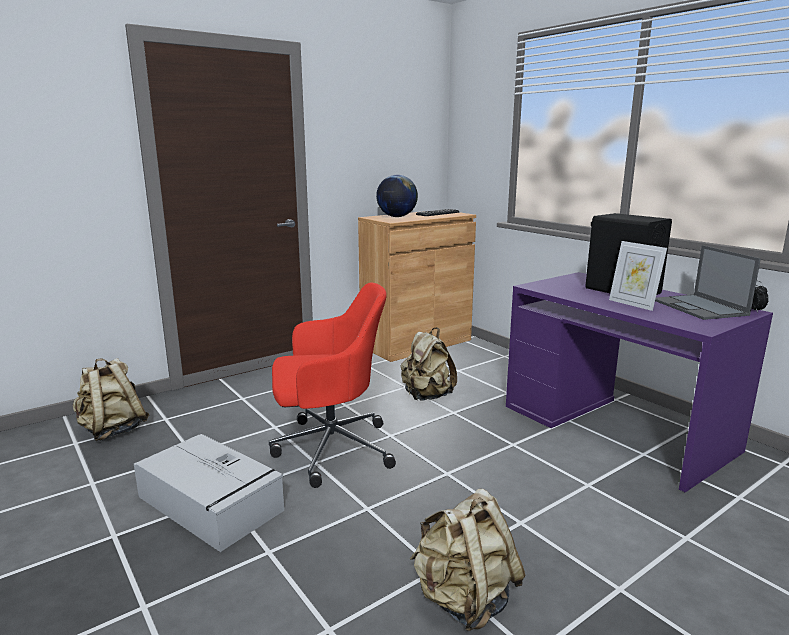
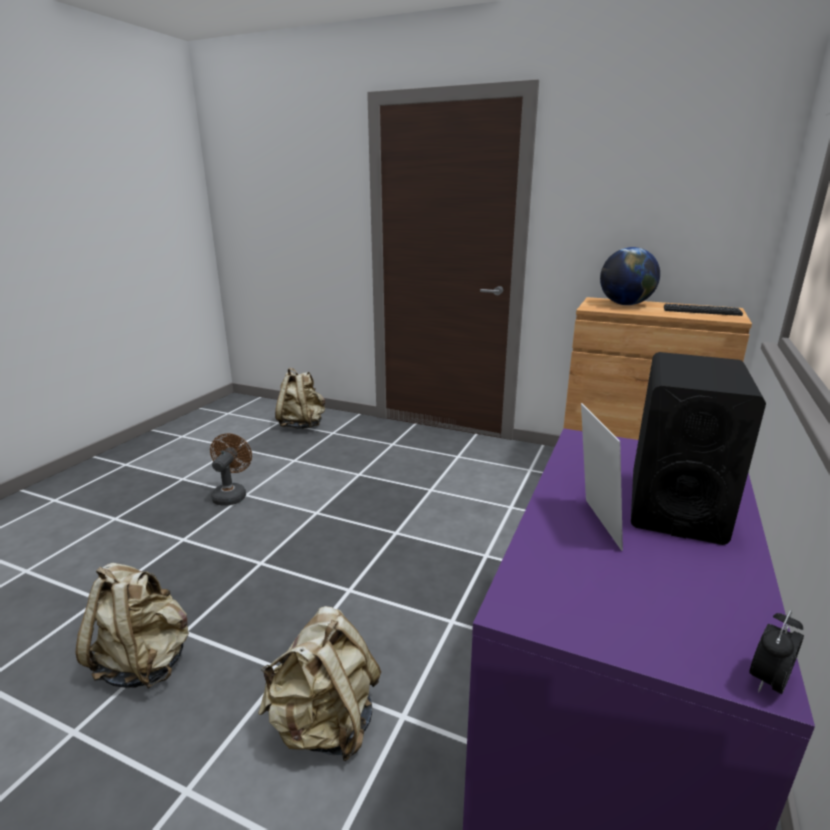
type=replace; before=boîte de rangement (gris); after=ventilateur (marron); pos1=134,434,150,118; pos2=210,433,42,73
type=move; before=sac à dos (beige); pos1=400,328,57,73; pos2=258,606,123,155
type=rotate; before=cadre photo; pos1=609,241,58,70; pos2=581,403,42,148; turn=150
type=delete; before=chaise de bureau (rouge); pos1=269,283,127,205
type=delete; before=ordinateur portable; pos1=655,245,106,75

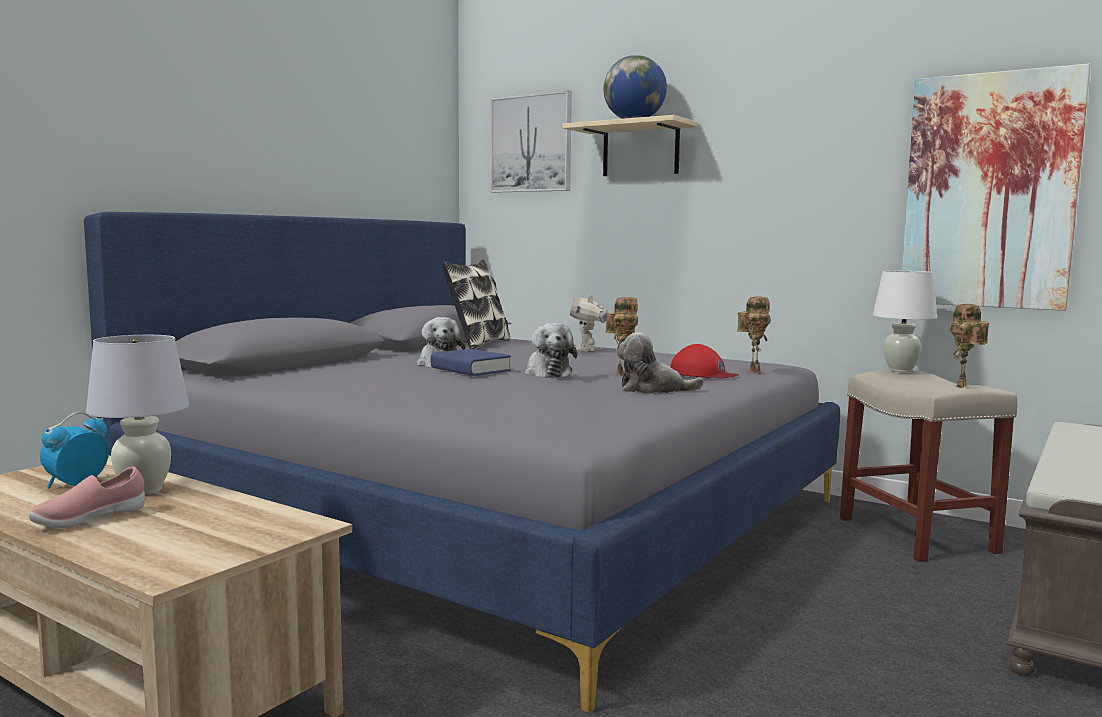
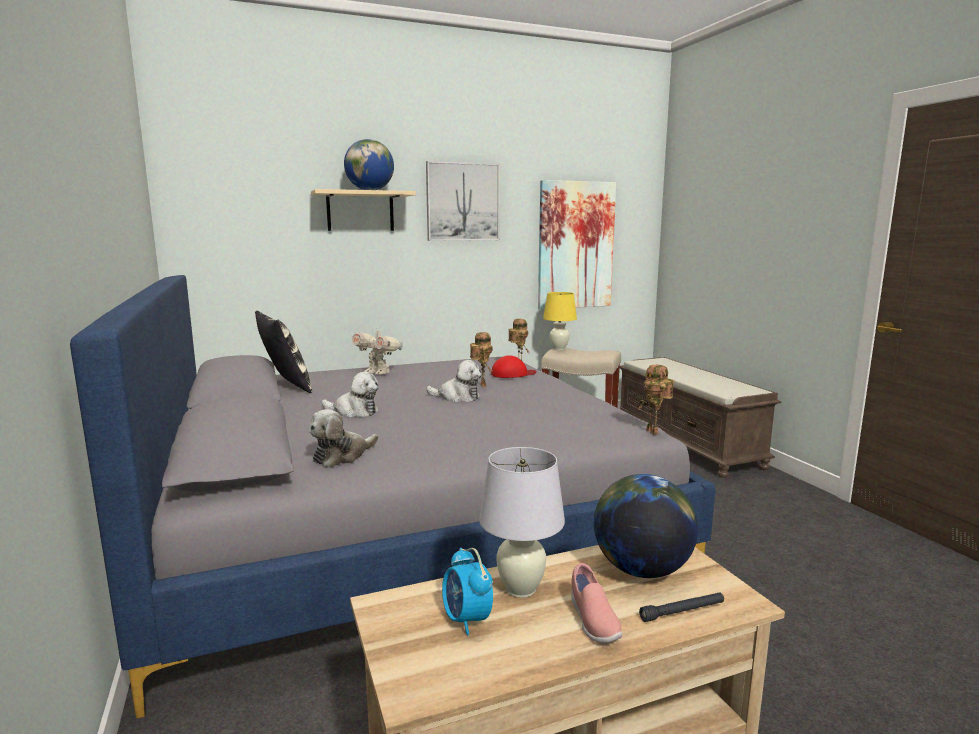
type=move; before=peluche; pos1=616,332,88,62; pos2=309,409,69,58
type=move; before=tableau; pos1=490,90,82,103; pos2=426,161,74,80
type=recolor; before=lampe de table (blanc); after=lampe de table (jaune); pos1=873,271,64,101; pos2=543,292,34,58
type=insert; after=globe; pos2=594,474,104,104
type=move; before=robot jouet; pos1=950,304,40,84; pos2=638,365,36,70
type=insert; after=lampe de poche (noir); pos2=639,592,85,30
type=delete; before=livre (bleu); pos1=431,349,80,27

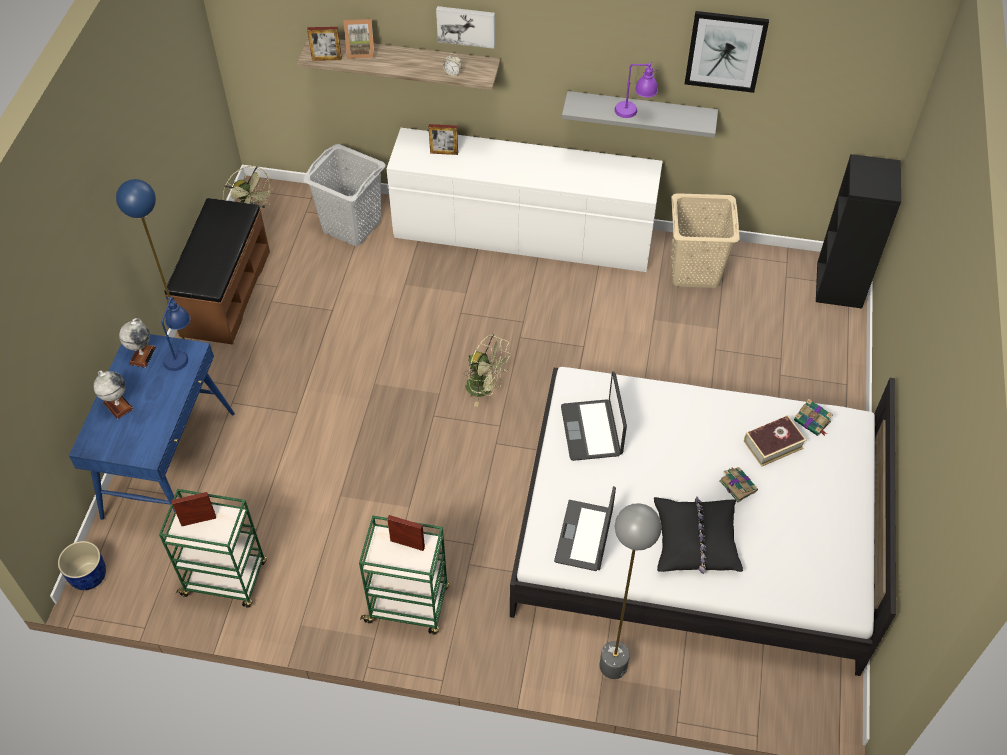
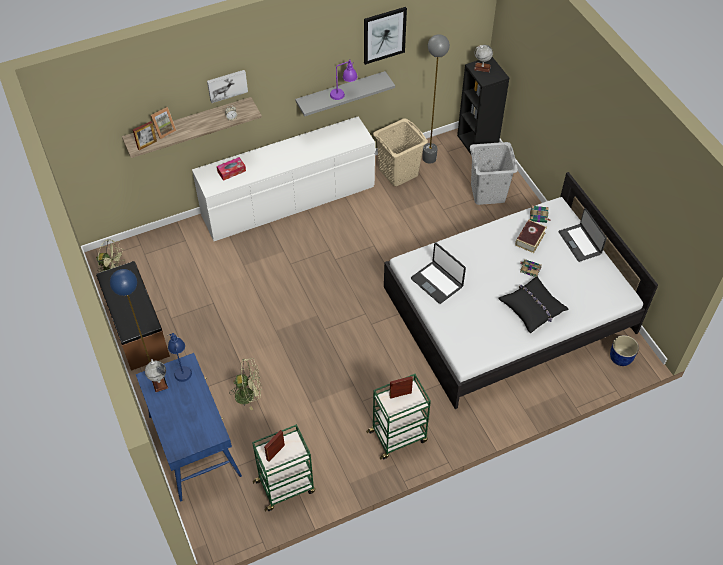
type=replace; before=cadre photo; after=boîte à mouchoirs; pos1=429,124,29,31; pos2=217,157,29,24
type=move; before=ventilateur (vert); pos1=464,334,46,73; pos2=229,358,32,52
type=move; before=lampadaire (gris); pos1=599,503,63,176; pos2=422,34,28,130
type=move; before=panier à linge (gris); pos1=303,144,83,102; pos2=470,142,48,63
type=move; before=globe; pos1=94,370,40,49; pos2=474,45,19,27
type=move; before=ordinateur portable; pos1=554,486,62,85; pos2=558,208,49,54
type=move; before=cache-pot (bleu); pos1=58,541,48,49; pos2=610,335,29,31

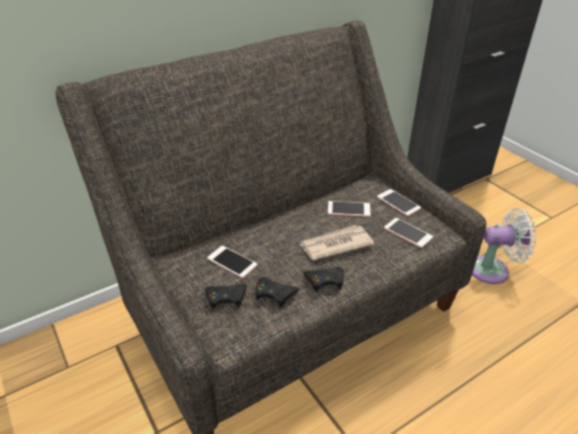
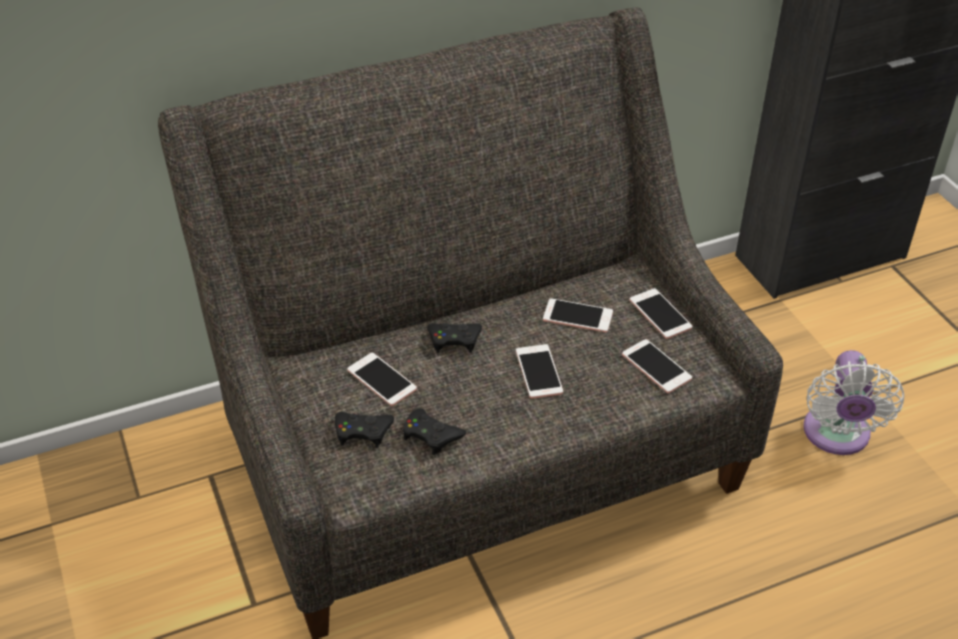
type=move; before=manette (noir); pos1=303,267,41,25; pos2=427,323,55,30
type=replace; before=journal; after=téléphone; pos1=299,225,75,36; pos2=516,344,47,54
type=rotate; before=ventilateur (blanc); pos1=472,208,65,76; pos2=803,350,101,105; turn=90

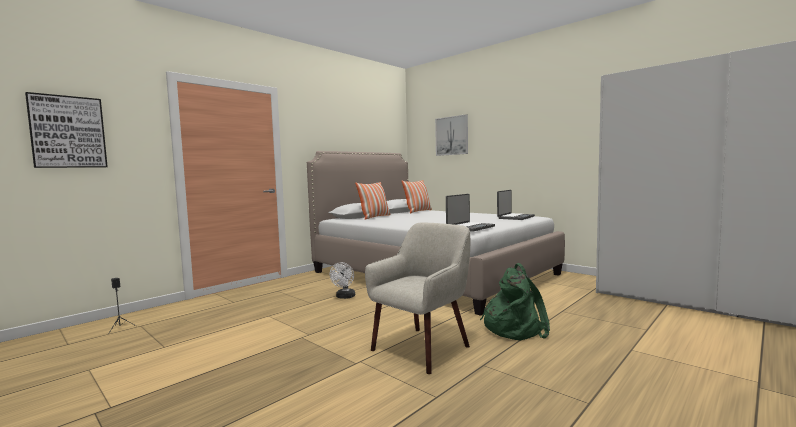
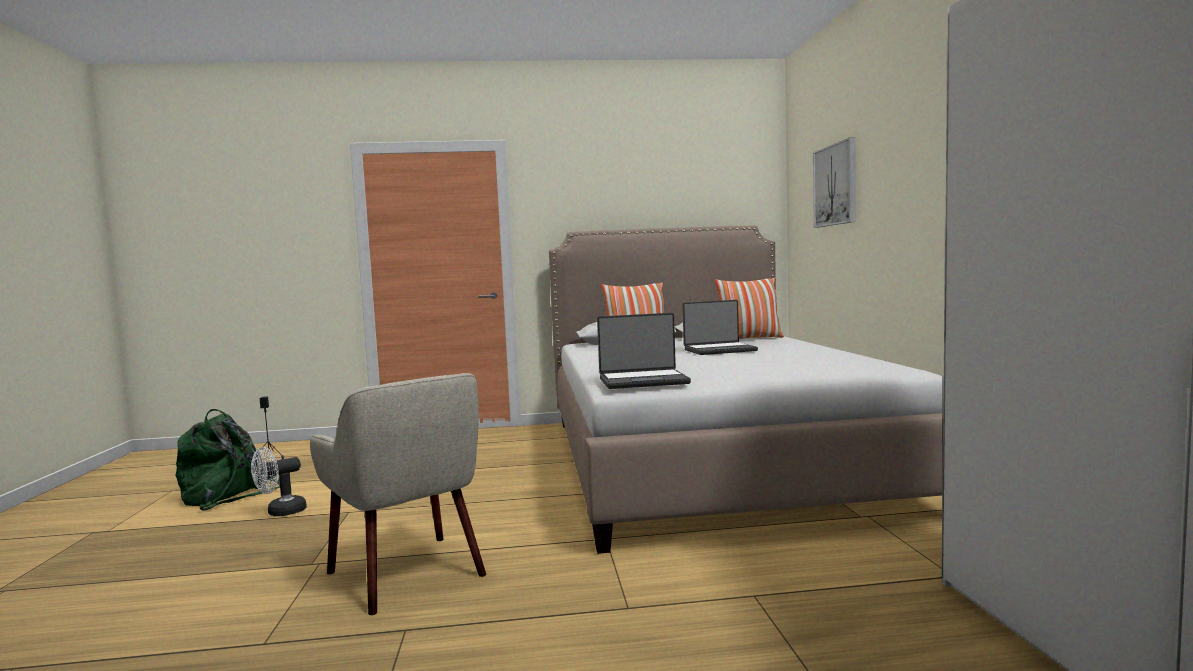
type=move; before=sac à dos (vert); pos1=480,263,70,77; pos2=176,409,104,101
type=move; before=ventilateur (blanc); pos1=330,262,25,37; pos2=251,447,56,69
type=rotate; before=fauteuil (beige); pos1=365,222,105,152; pos2=310,373,176,242; turn=60
type=move; before=ordinateur portable; pos1=497,190,38,30; pos2=682,300,76,55
type=delete; before=tableau; pos1=25,92,83,76

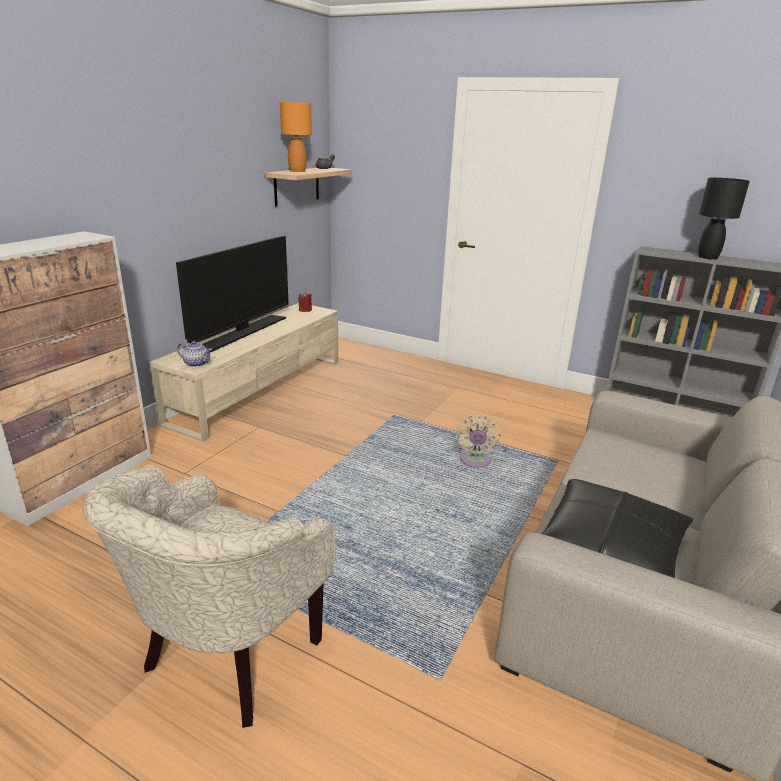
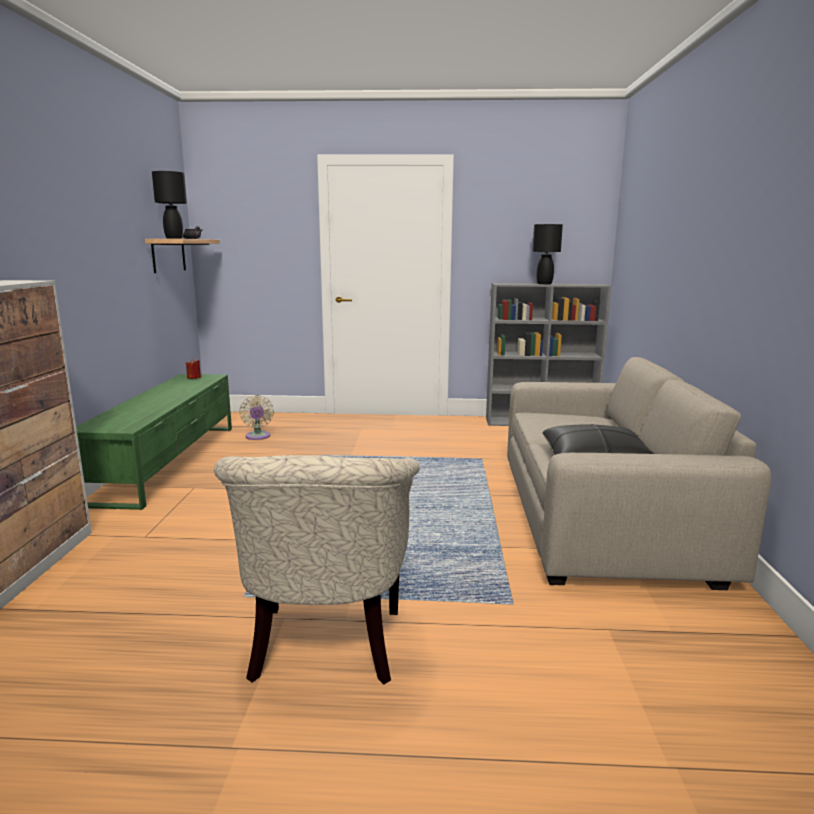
type=recolor; before=meuble télé (beige); after=meuble télé (vert); pos1=150,303,188,139; pos2=76,374,156,136
type=recolor; before=lampe de table (orange); after=lampe de table (noir); pos1=280,102,32,70; pos2=152,171,35,68
type=move; before=ventilateur (beige); pos1=456,414,45,54; pos2=239,395,35,45
type=delete; before=téléviseur; pos1=176,236,113,116
type=delete; before=théière; pos1=177,341,36,26

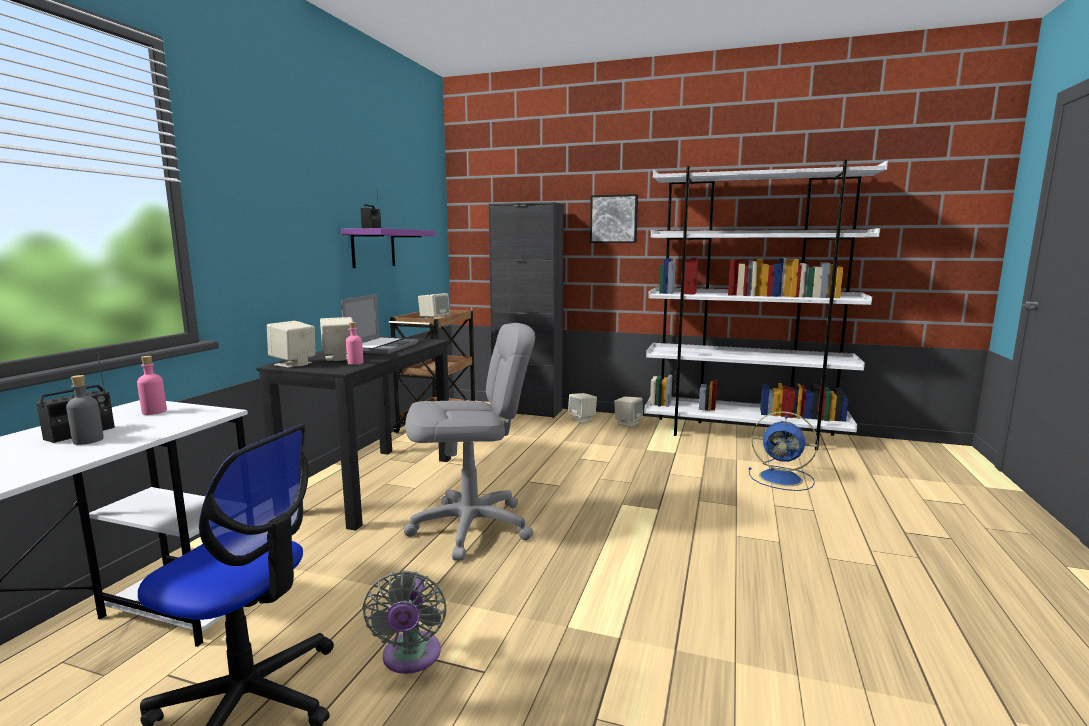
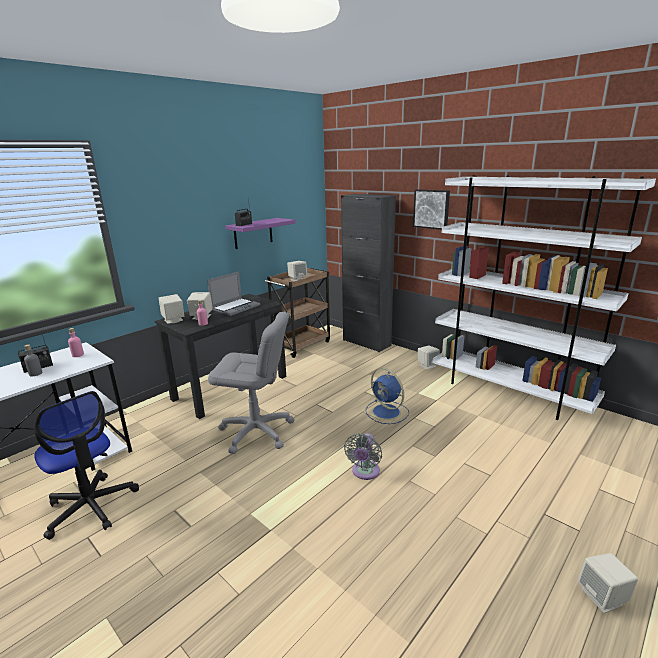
type=move; before=ventilateur (gris); pos1=362,570,85,104; pos2=344,433,38,47
type=move; before=ventilateur (bleu); pos1=749,411,69,80; pos2=366,368,43,56
type=move; before=enceinte (beige); pos1=568,393,29,30; pos2=578,553,60,60

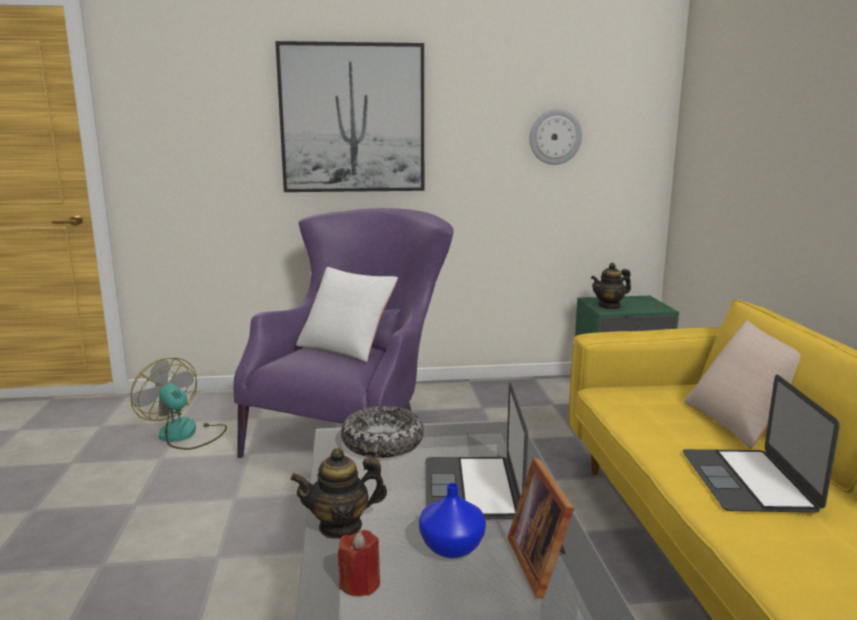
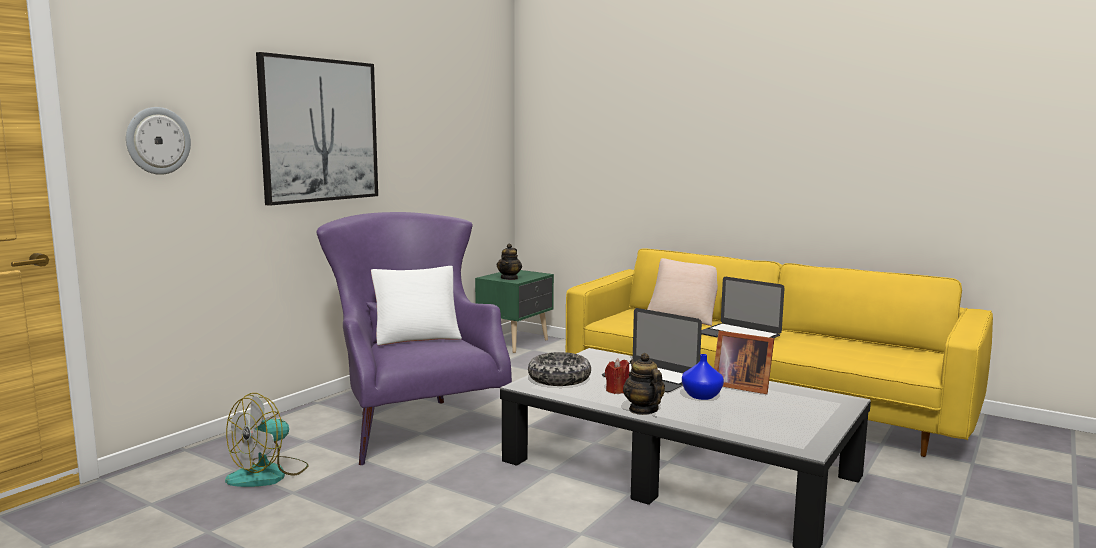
type=move; before=horloge murale; pos1=529,109,53,56; pos2=126,107,65,68
type=rotate; before=ventilateur; pos1=131,358,96,92; pos2=225,393,84,94; turn=-45
type=move; before=bougie (rouge); pos1=338,530,42,66; pos2=605,359,24,35
type=rotate; before=théière; pos1=291,448,96,91; pos2=623,353,42,62; turn=135

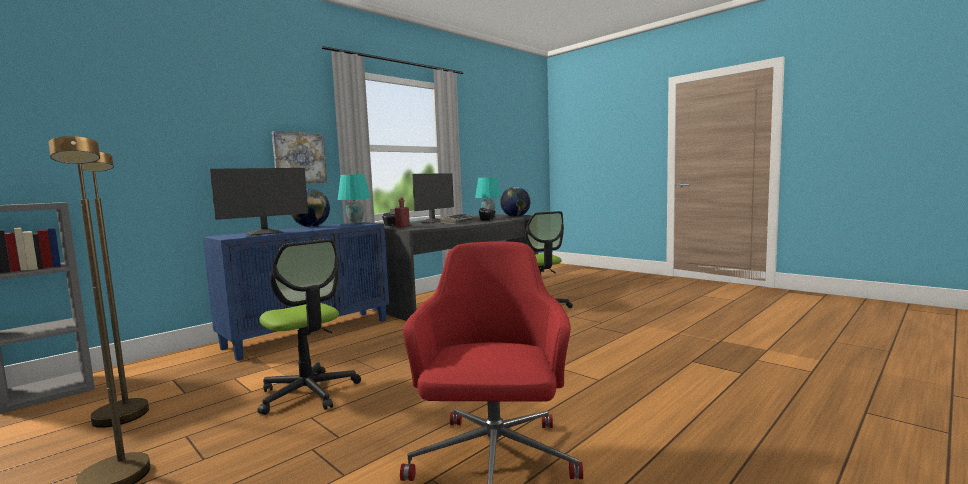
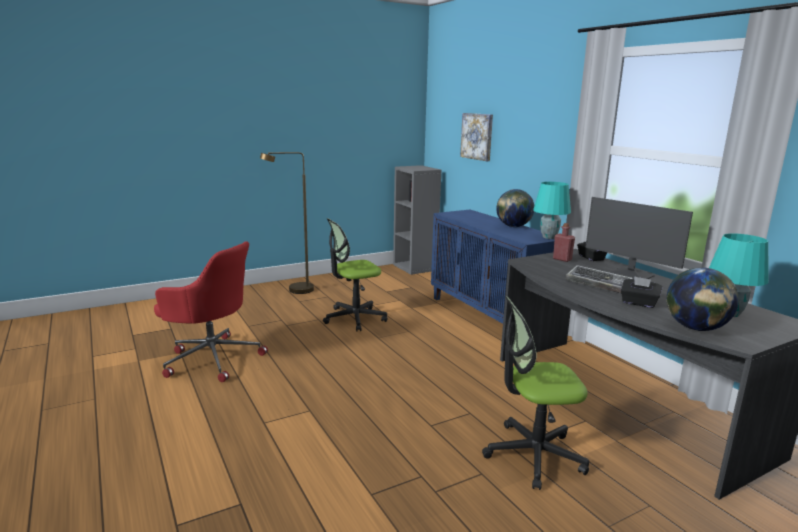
type=move; before=tableau; pos1=272,131,55,52; pos2=460,113,33,48
type=delete; before=lampadaire (marron); pos1=77,152,72,276
type=delete; before=écran d'ordinateur; pos1=210,168,98,68

